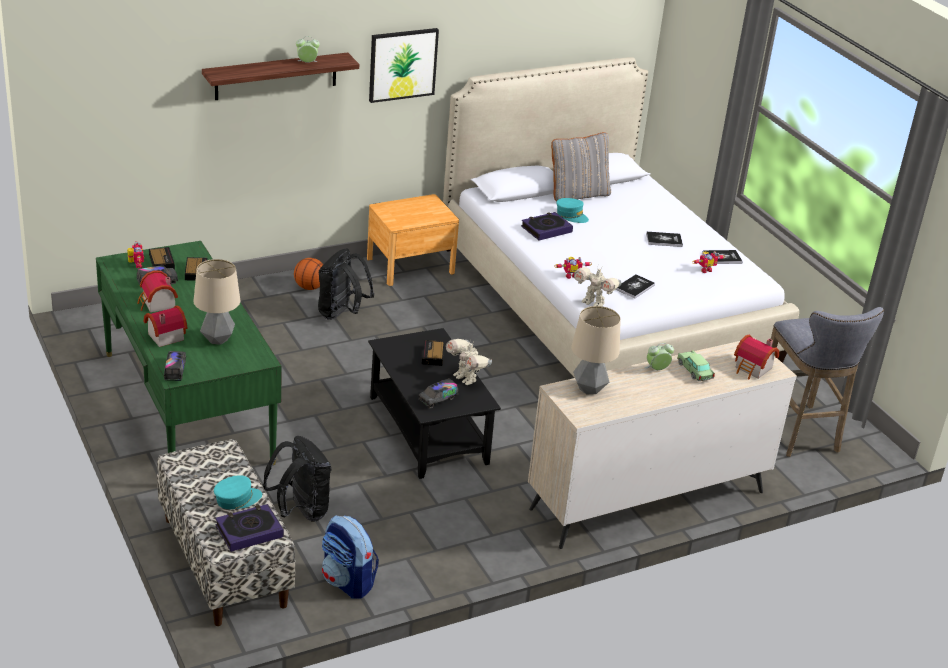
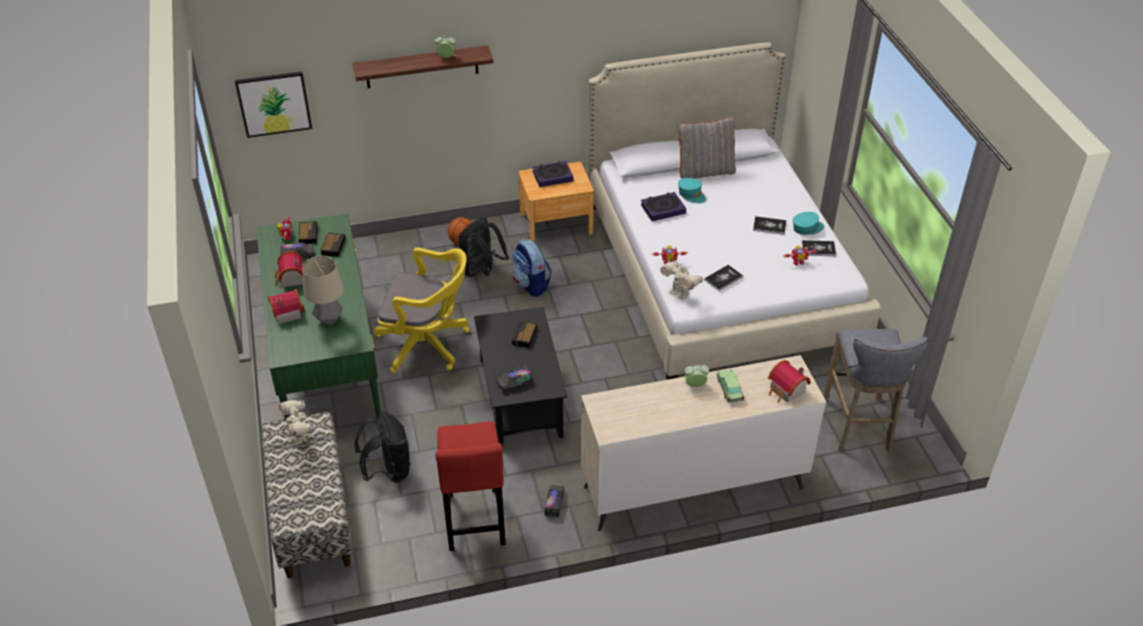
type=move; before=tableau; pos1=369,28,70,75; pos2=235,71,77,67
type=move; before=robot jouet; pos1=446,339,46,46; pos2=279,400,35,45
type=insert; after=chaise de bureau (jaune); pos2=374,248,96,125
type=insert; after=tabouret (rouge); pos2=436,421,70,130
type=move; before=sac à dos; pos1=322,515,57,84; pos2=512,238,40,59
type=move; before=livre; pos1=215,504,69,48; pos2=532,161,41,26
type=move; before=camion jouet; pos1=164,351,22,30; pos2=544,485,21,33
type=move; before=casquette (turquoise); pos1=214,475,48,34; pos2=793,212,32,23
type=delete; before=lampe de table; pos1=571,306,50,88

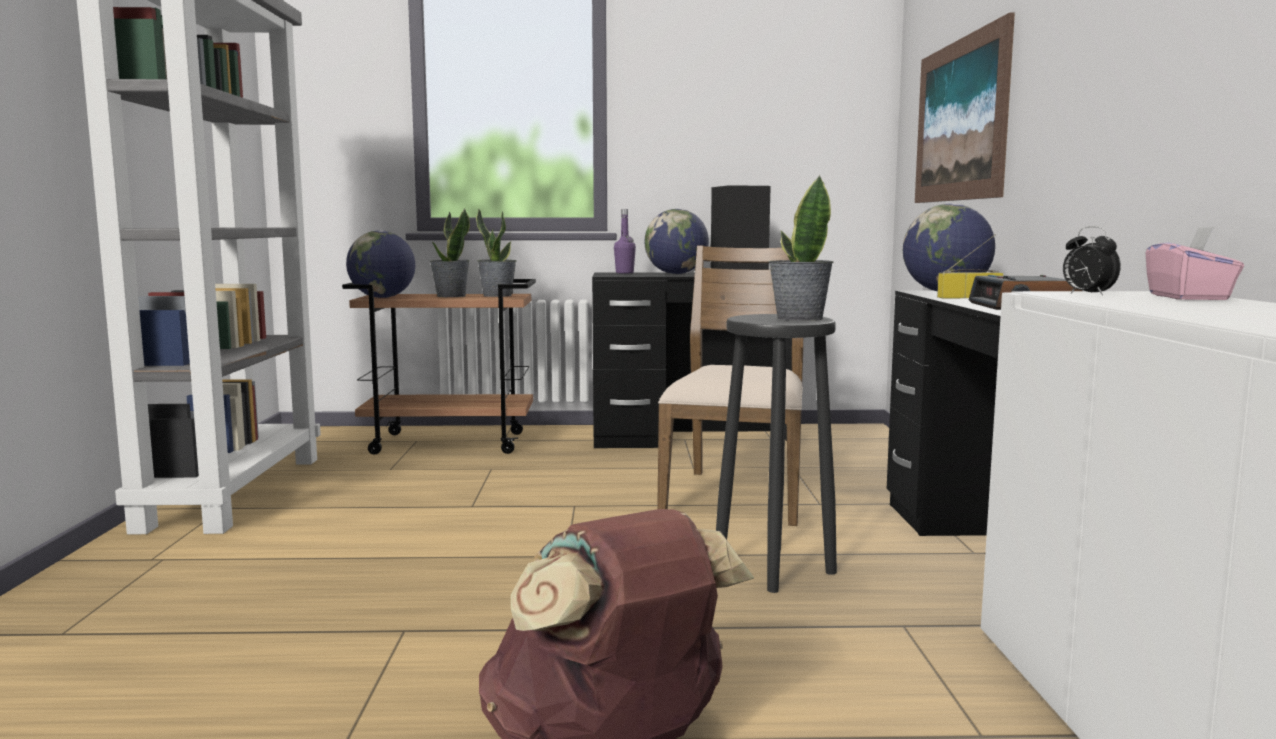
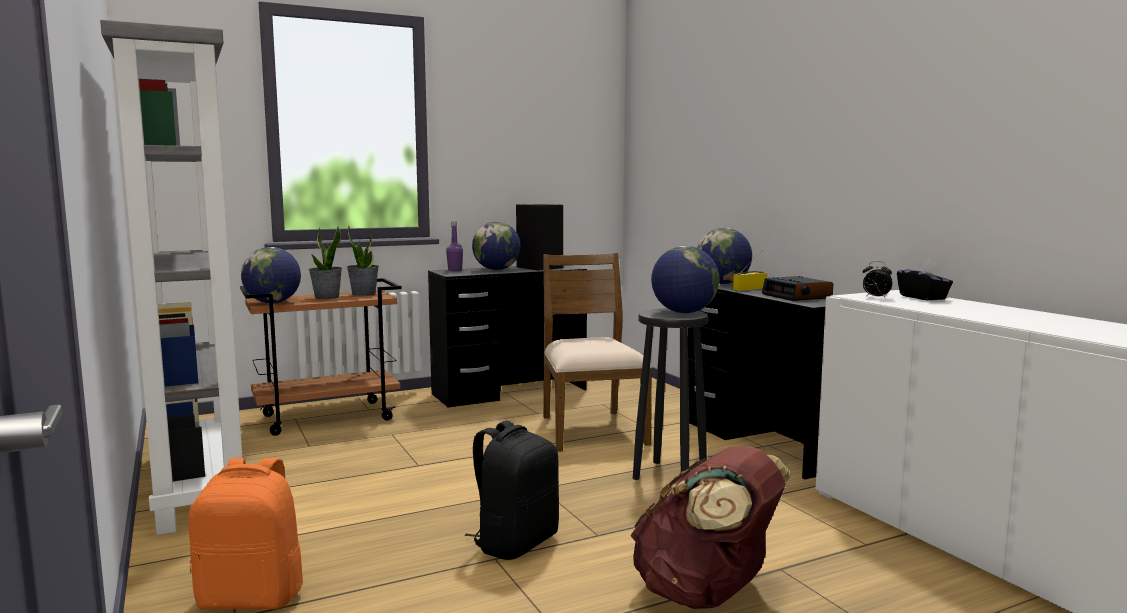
type=insert; after=sac à dos (orange); pos2=188,458,115,151
type=insert; after=sac à dos (noir); pos2=465,421,94,139
type=replace; before=plante en pot; after=globe; pos1=769,175,64,146; pos2=651,246,68,67
type=recolor; before=boîte à mouchoirs (rose); after=boîte à mouchoirs (noir); pos1=1146,226,98,74; pos2=897,260,56,40
type=delete; before=tableau; pos1=915,12,100,191

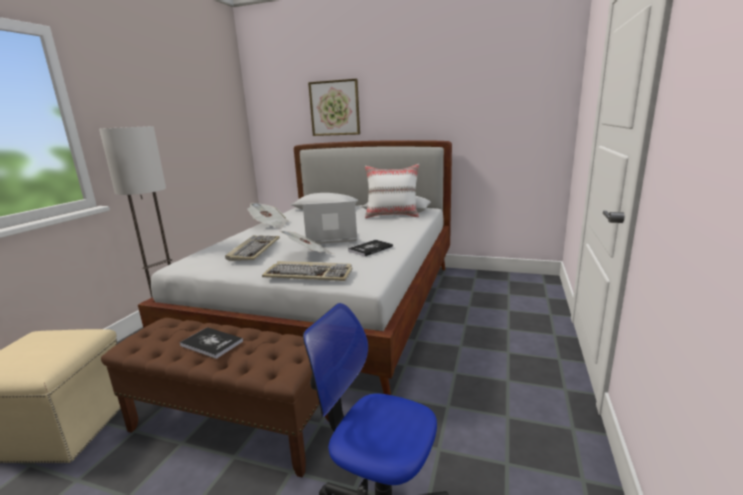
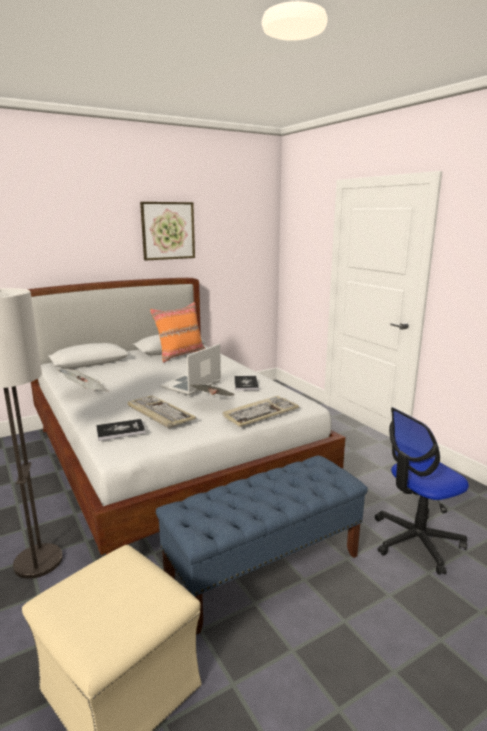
type=move; before=livre; pos1=180,327,63,32; pos2=96,419,50,22
type=move; before=tableau; pos1=308,79,52,57; pos2=140,202,55,59
type=recolor; before=coussin (blanc); after=coussin (orange); pos1=365,164,54,54; pos2=150,302,55,61
type=recolor; before=banc (marron); after=banc (bleu); pos1=101,318,228,159; pos2=156,455,212,180

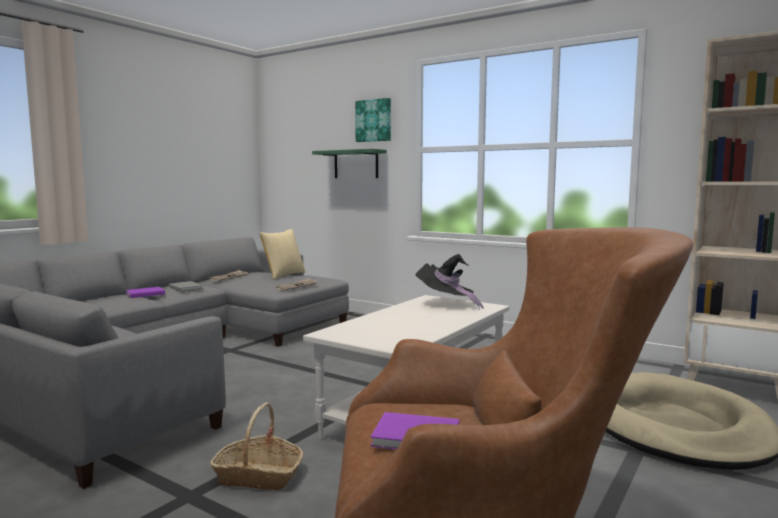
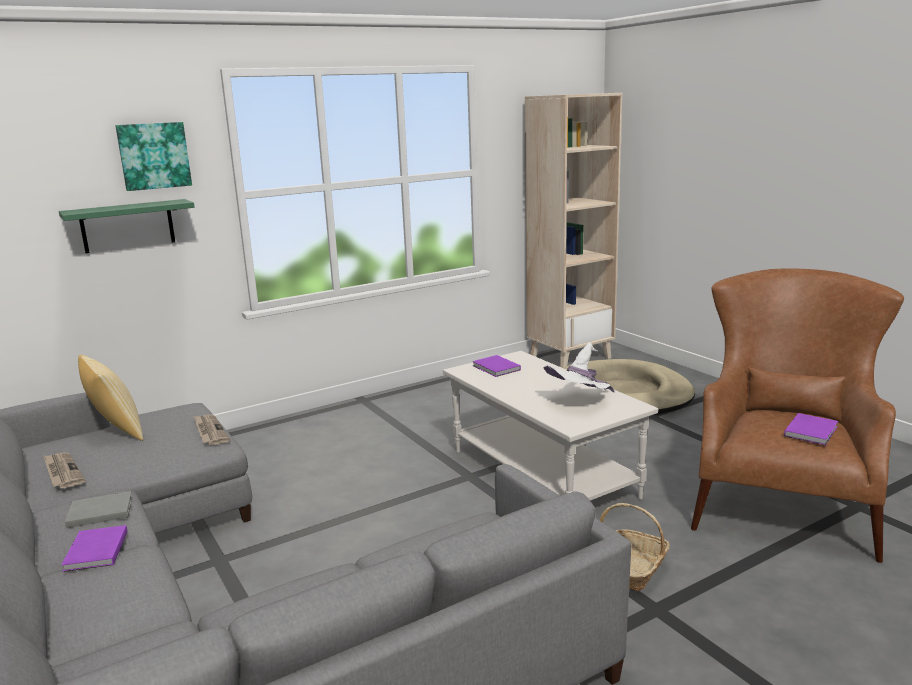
type=replace; before=chapeau (noir); after=livre (violet); pos1=415,254,69,56; pos2=472,355,49,22
type=insert; after=chapeau (blanc); pos2=544,342,71,50

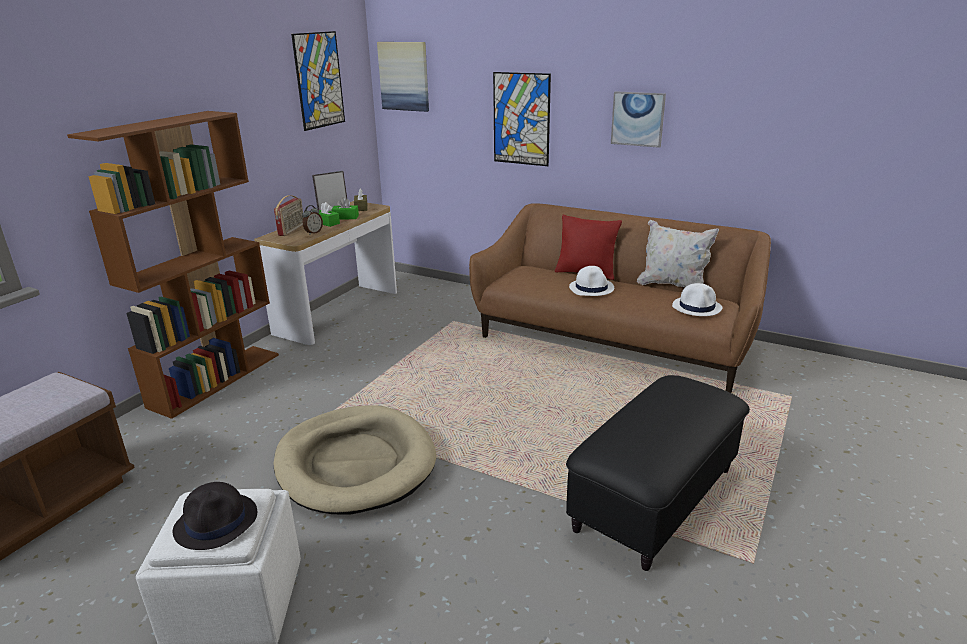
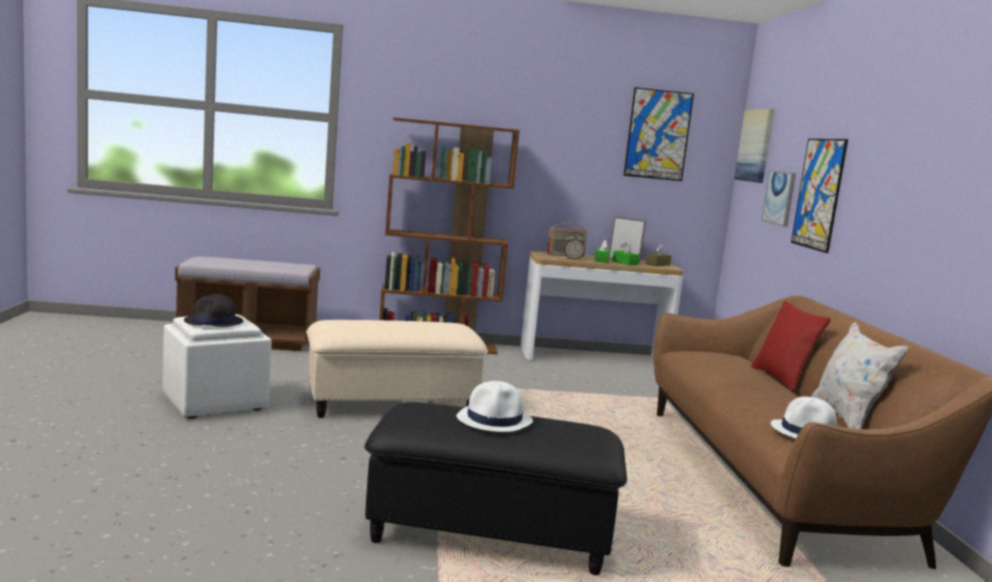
type=replace; before=panier pour chien (beige); after=pouf (beige); pos1=273,405,163,109; pos2=306,320,182,98
type=move; before=chapeau (blanc); pos1=569,266,45,30; pos2=456,381,77,51
type=move; before=tableau; pos1=611,91,55,57; pos2=761,170,35,57

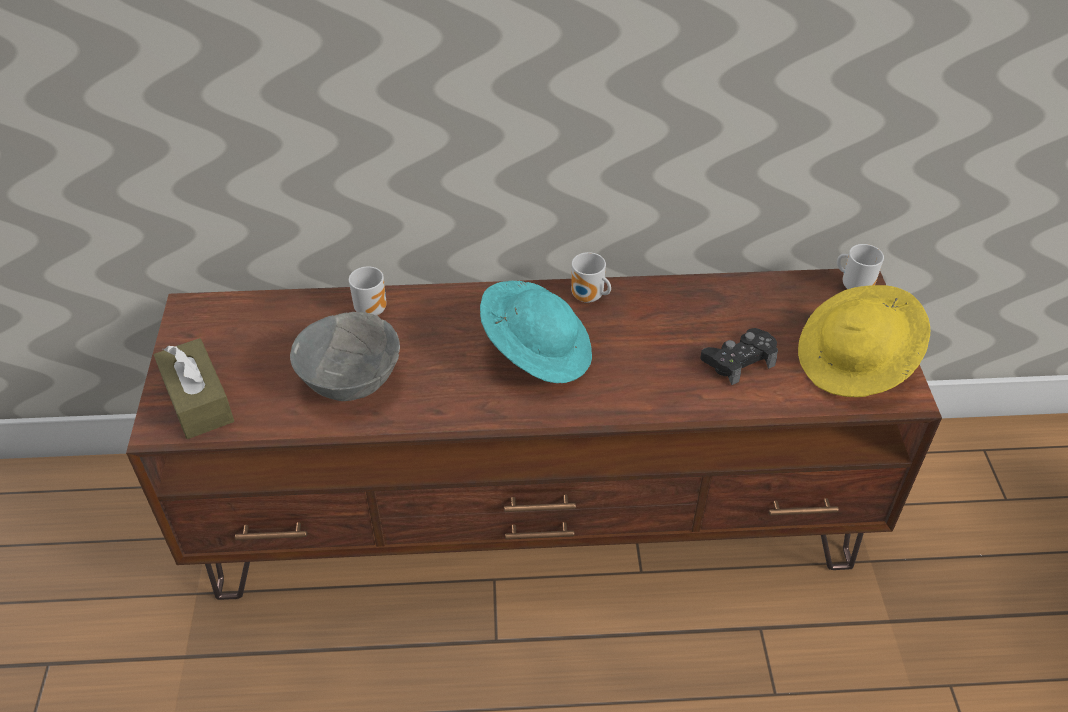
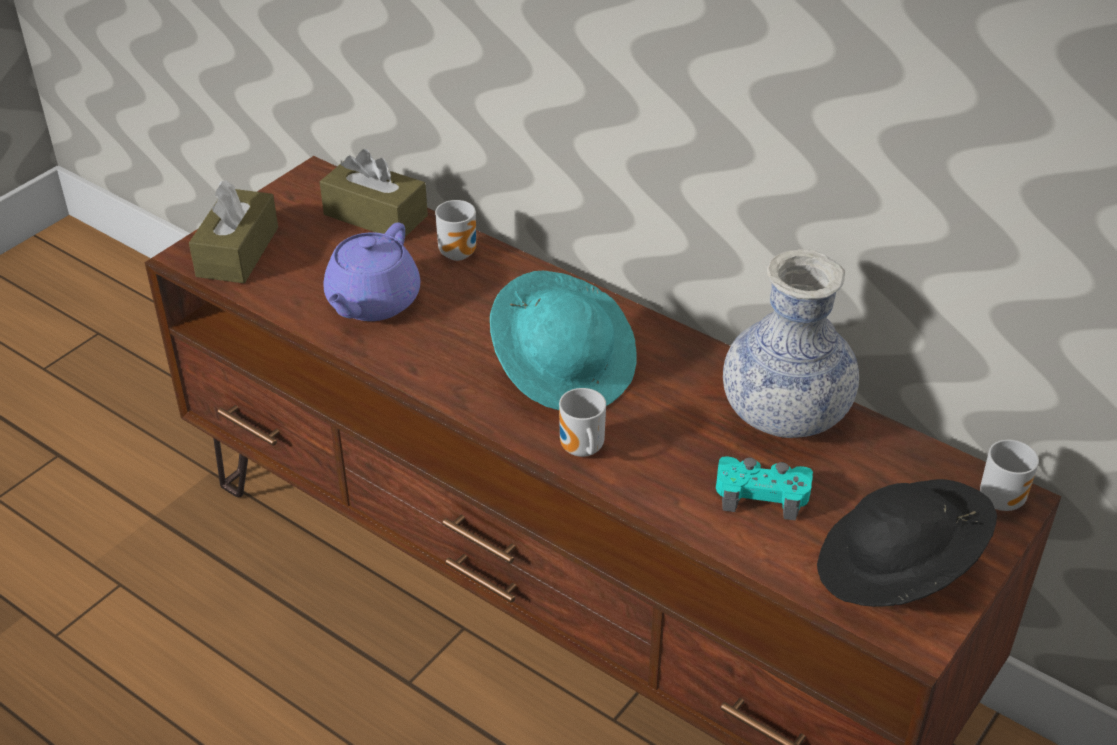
type=insert; after=boîte à mouchoirs (marron); pos2=319,149,109,89
type=replace; before=bol (gris); after=théière (violet); pos1=290,312,110,89; pos2=323,222,98,99
type=move; before=mug; pos1=571,252,40,51; pos2=559,388,47,69
type=recolor; before=manette (noir); after=manette (turquoise); pos1=700,328,78,57; pos2=716,456,97,65
type=insert; after=vase; pos2=723,249,136,189
type=recolor; before=chapeau (jaune); after=chapeau (noir); pos1=798,285,132,112; pos2=817,479,180,128

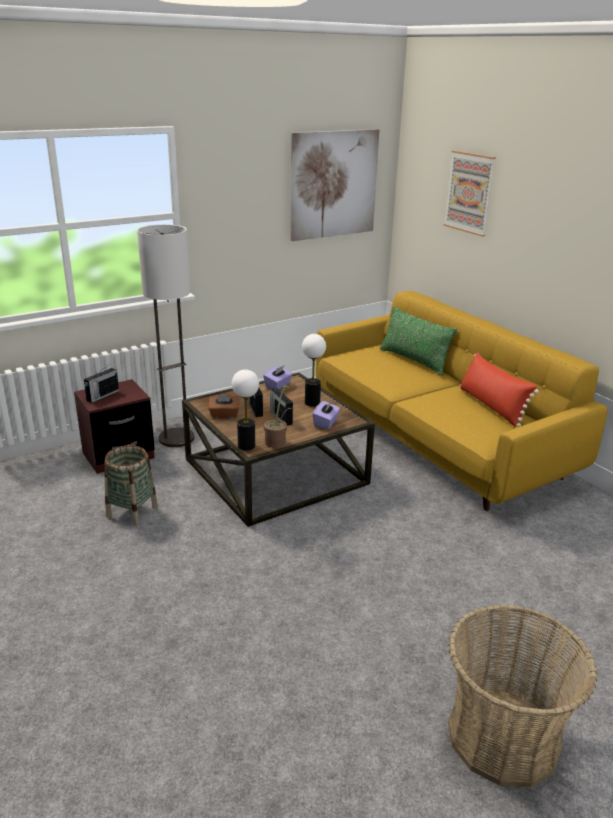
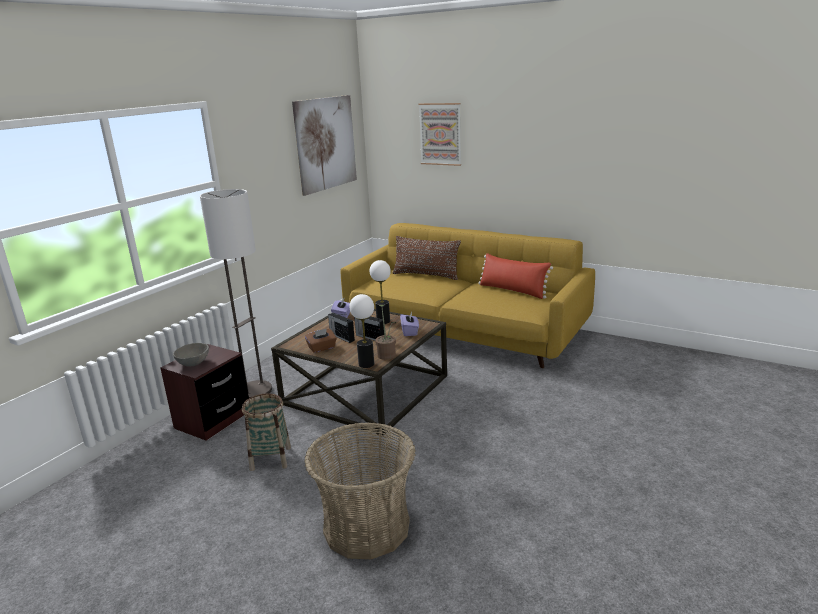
type=replace; before=radio; after=bol (gris); pos1=84,364,35,39; pos2=173,343,36,23
type=move; before=panier; pos1=448,604,149,183; pos2=304,422,112,137
type=recolor; before=coussin (vert); after=coussin (marron); pos1=380,306,77,69; pos2=393,236,68,44

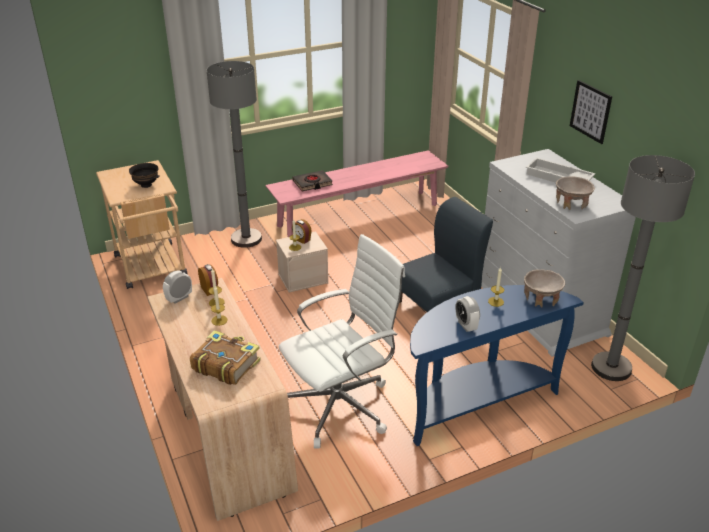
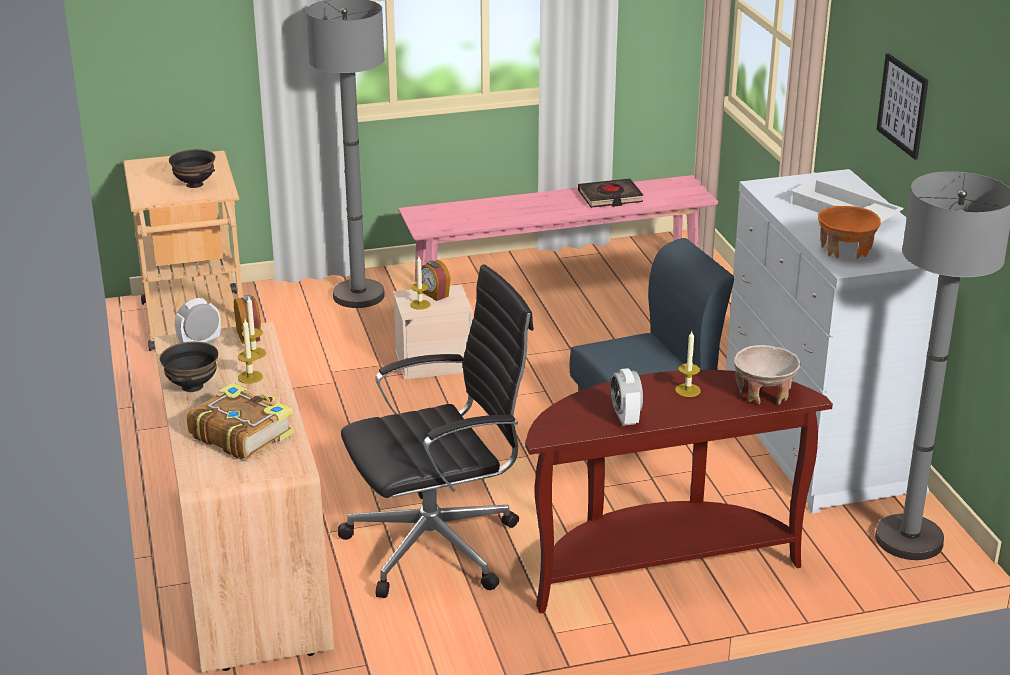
type=insert; after=bol (noir); pos2=160,341,58,51
type=recolor; before=chaise de bureau (blanc); after=chaise de bureau (noir); pos1=279,234,126,214; pos2=338,264,196,334
type=recolor; before=table console (bleu); after=table console (marron); pos1=410,285,174,161; pos2=525,370,308,243
type=move; before=livre (noir); pos1=292,170,41,21; pos2=578,178,65,30
type=recolor; before=bol (beige); after=bol (orange); pos1=556,177,39,33; pos2=818,206,63,53

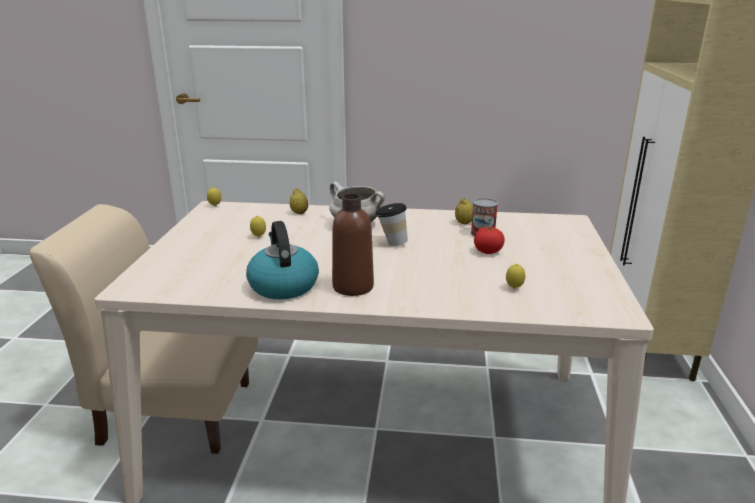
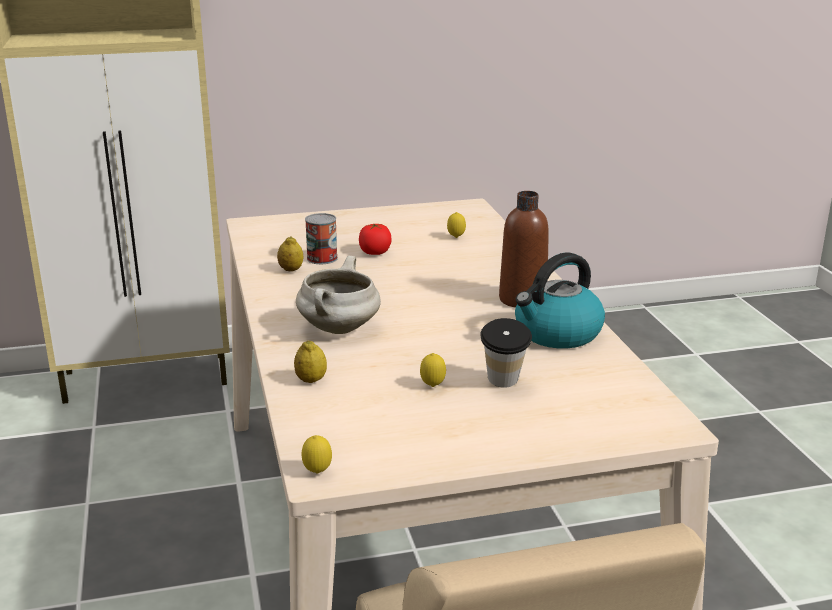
type=move; before=tasse; pos1=375,203,33,43; pos2=480,318,52,70

